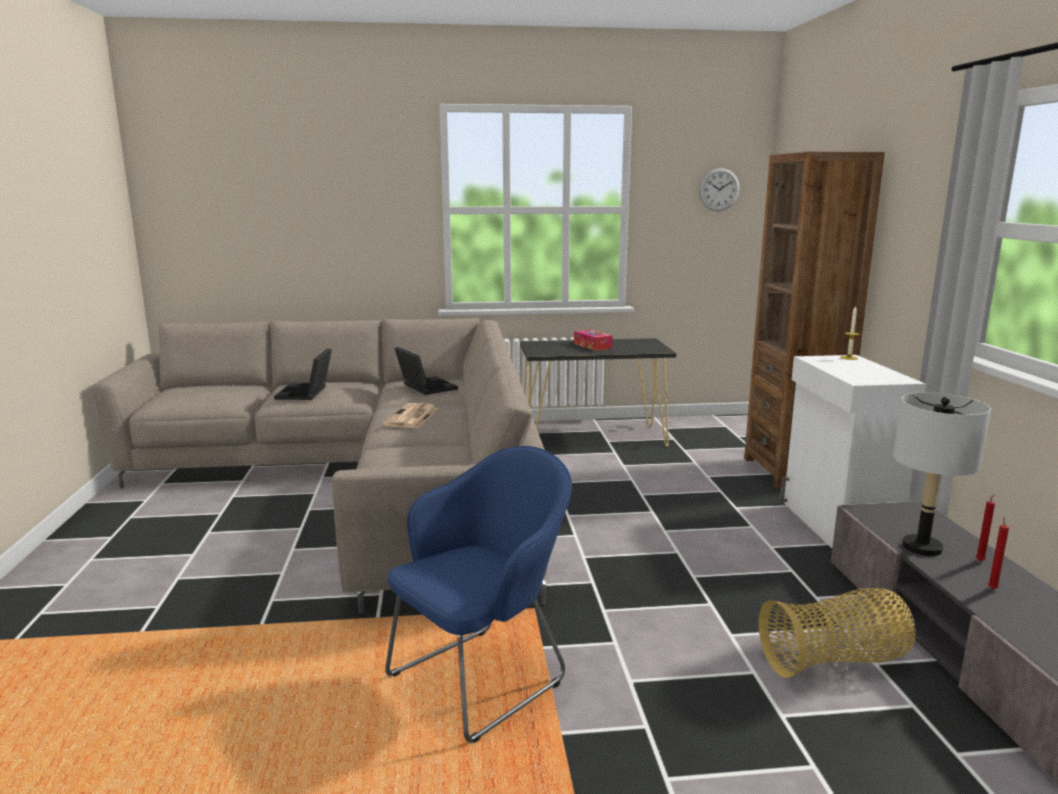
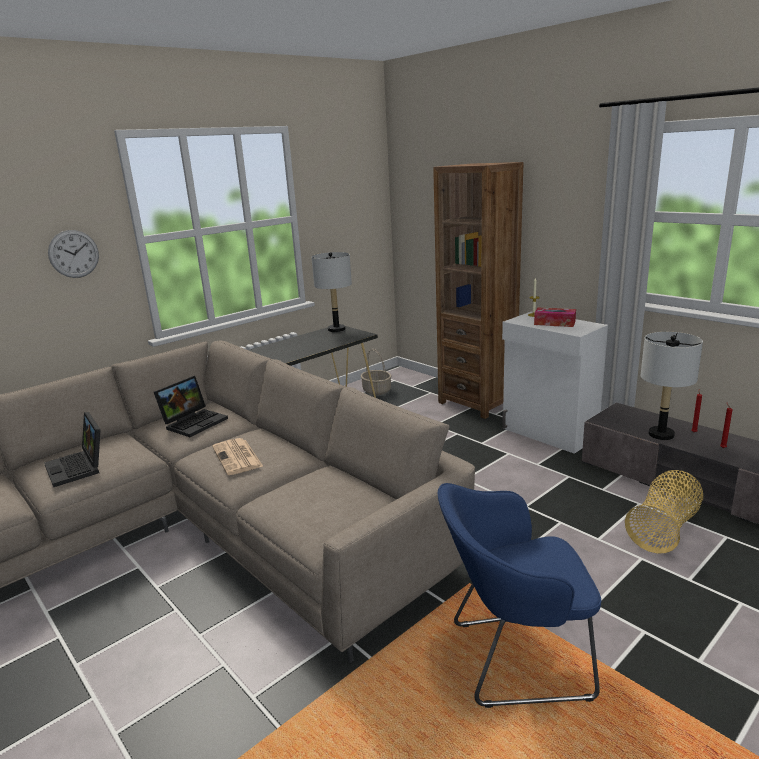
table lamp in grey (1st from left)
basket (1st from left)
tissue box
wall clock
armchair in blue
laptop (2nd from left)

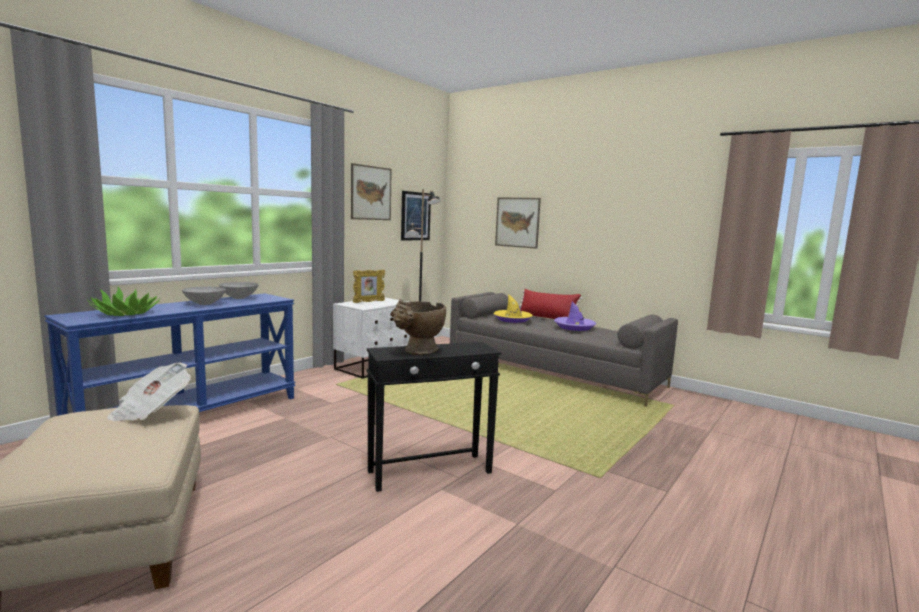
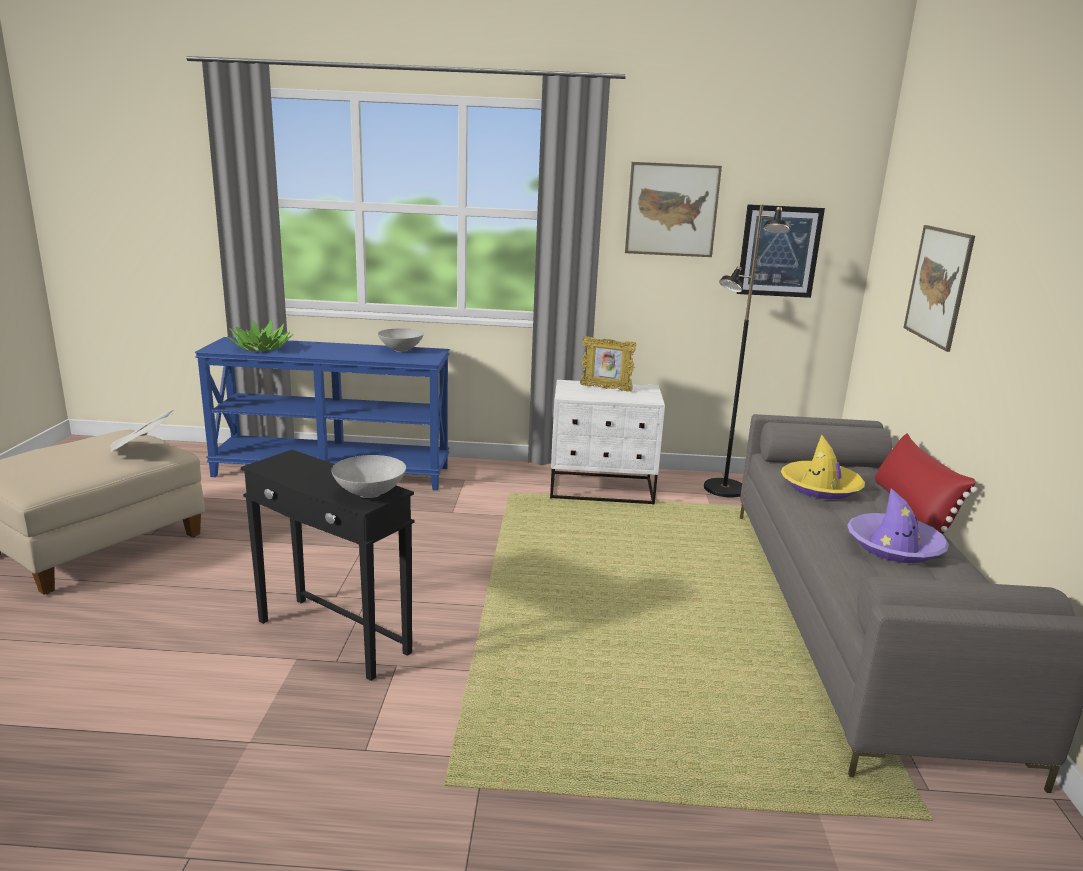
vase in beige
bowl in grey (1st from left)

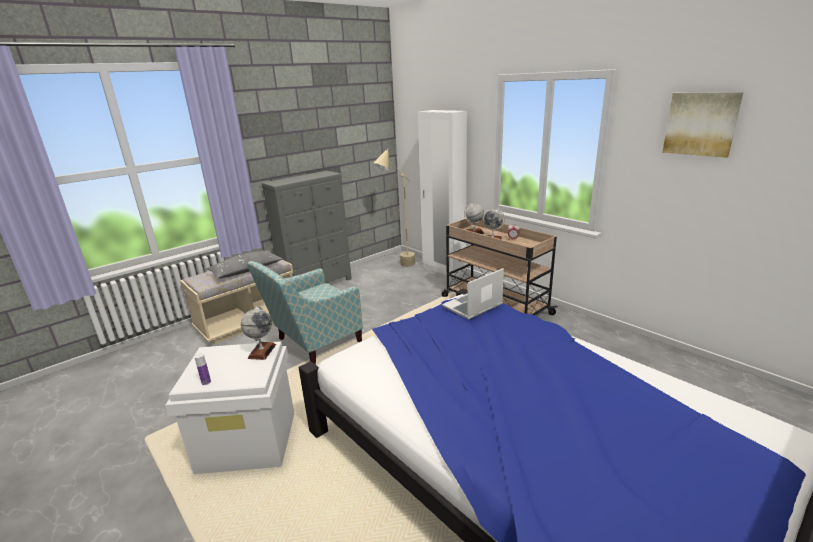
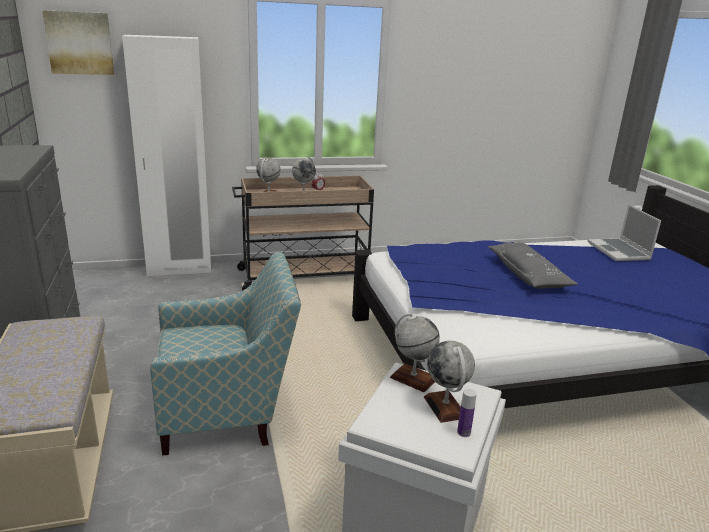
floor lamp in beige
globe (4th from left)
pillow in grey
laptop
picture
armchair

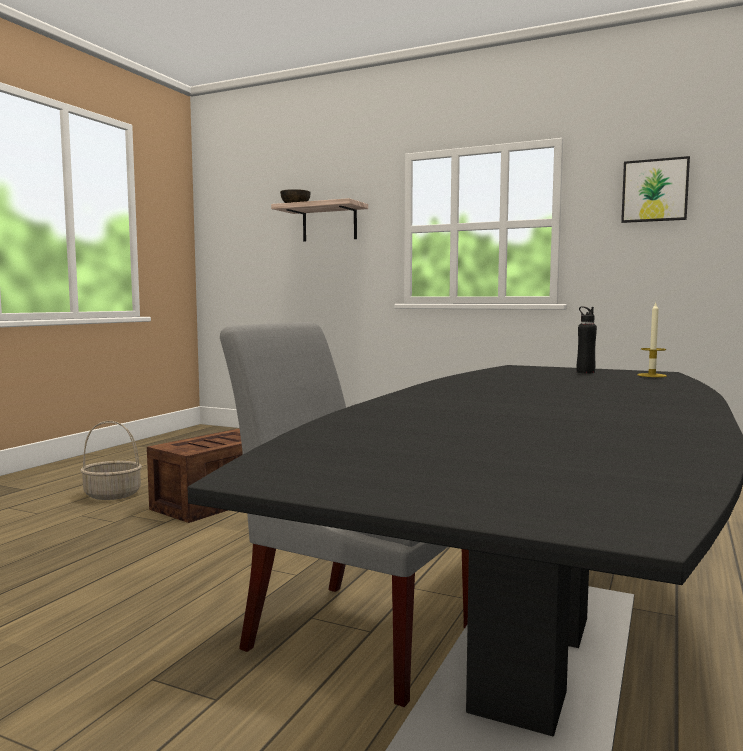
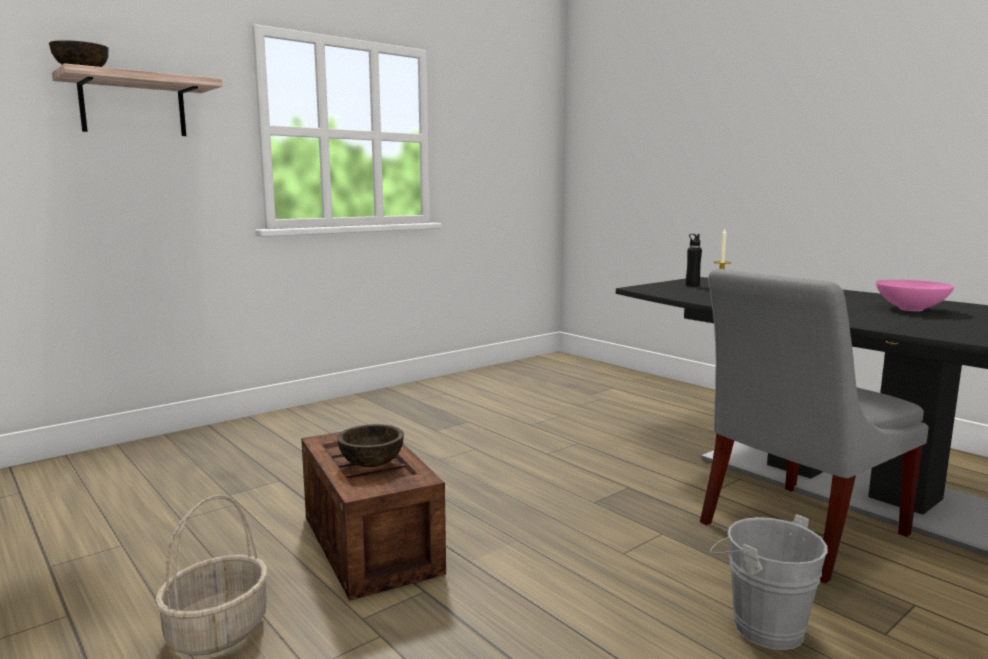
picture
bowl in brown (2nd from left)
bucket in grey
bowl in pink

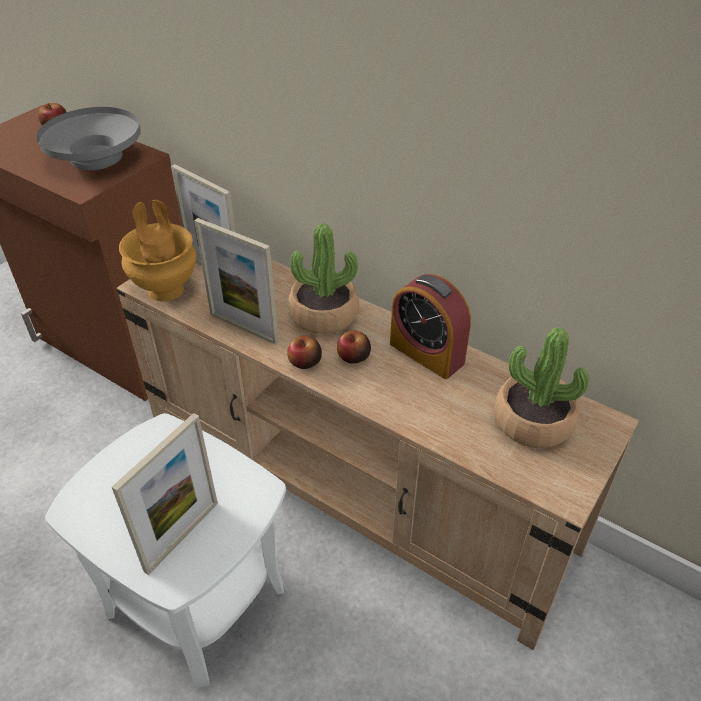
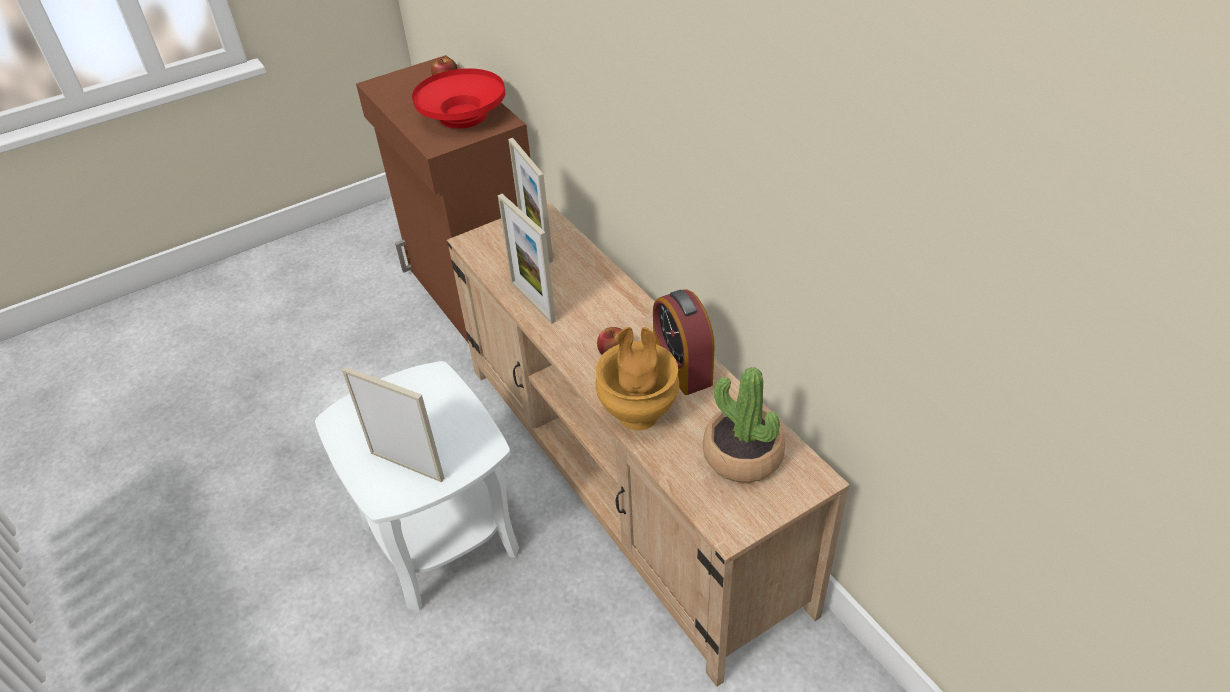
apple (2nd from left in the first image)
potted plant (1st from left in the first image)
vase in brown
bowl in red
picture frame (1st from left)

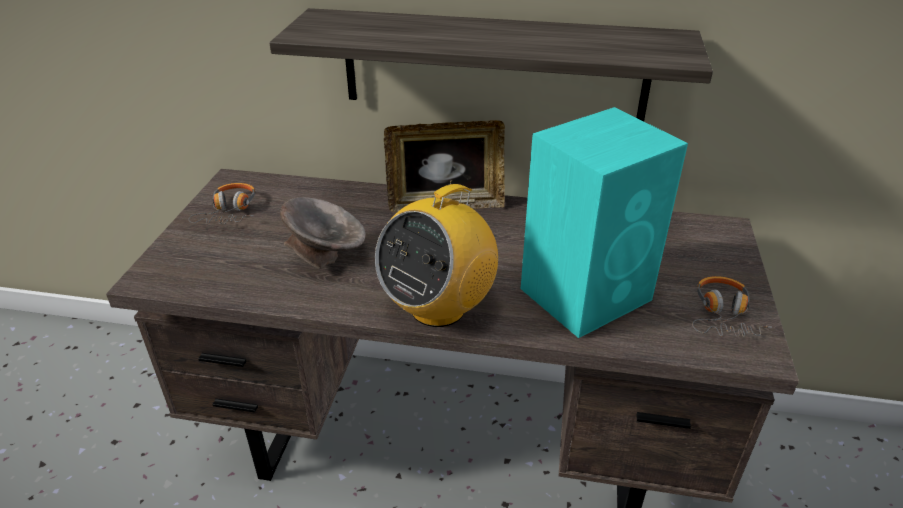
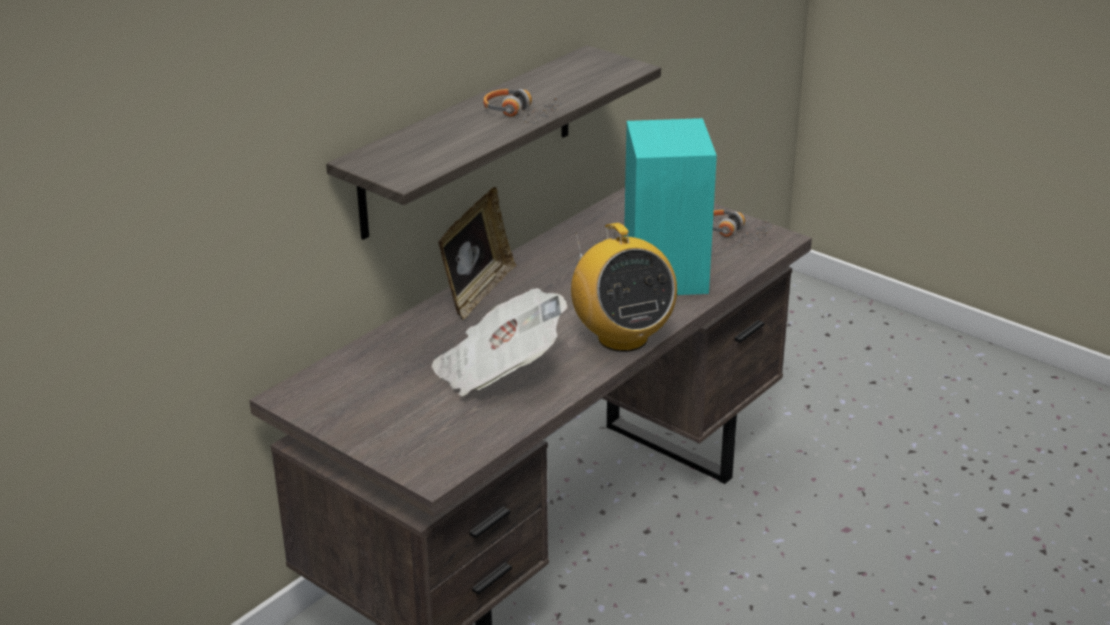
headphones (1st from left)
newspaper

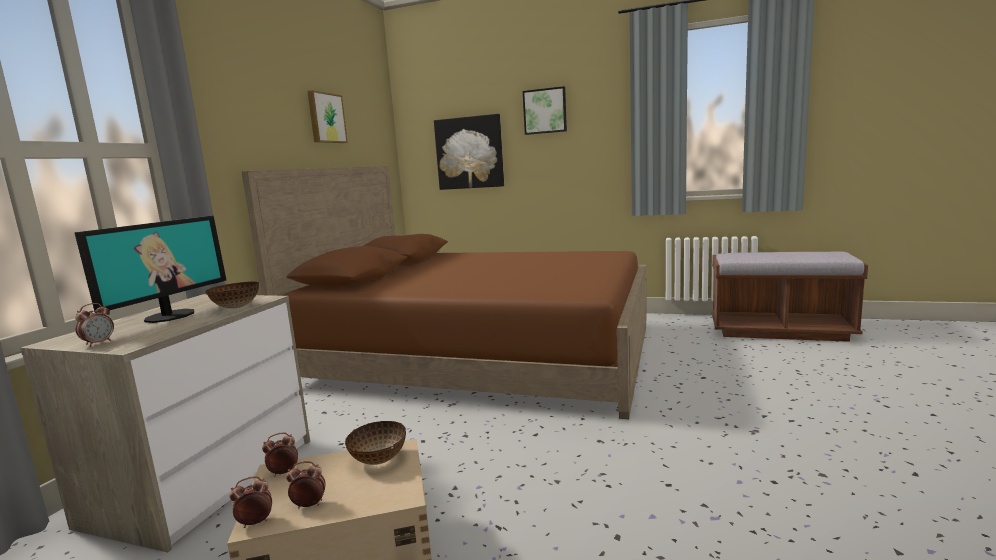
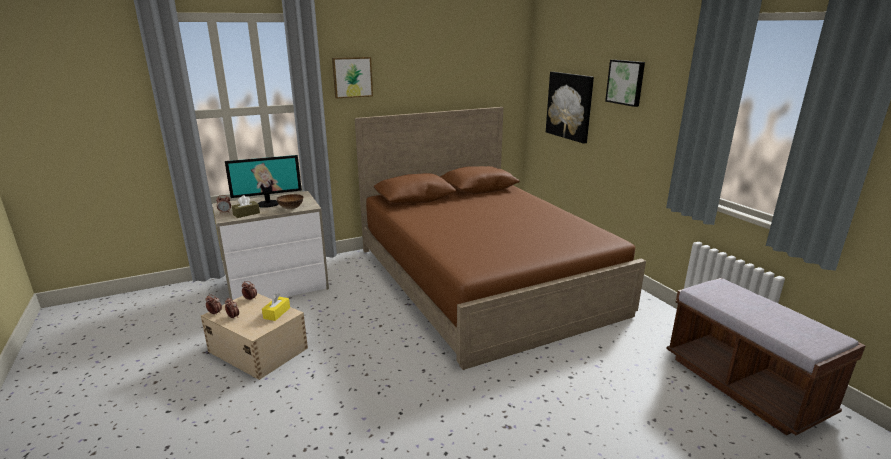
tissue box in brown
picture (1st from left)
tissue box in yellow

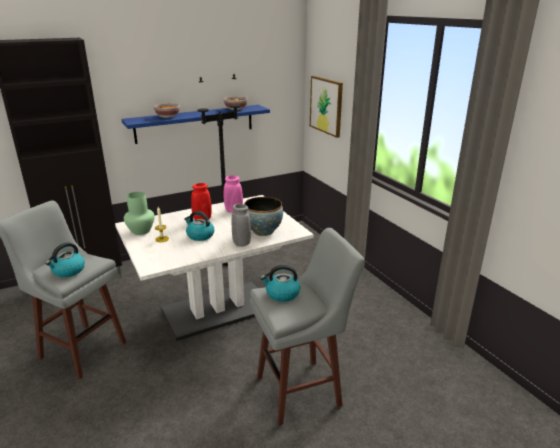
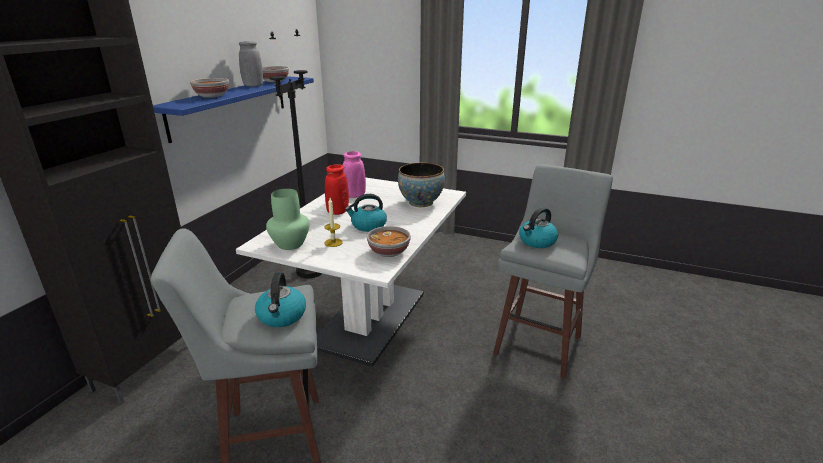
picture
bowl (3rd from left)
vase in grey

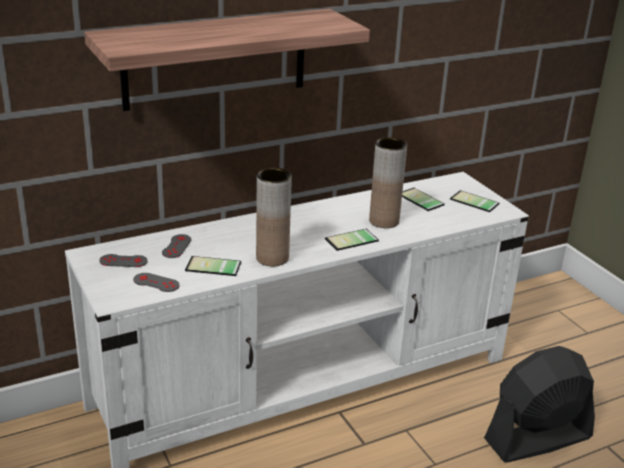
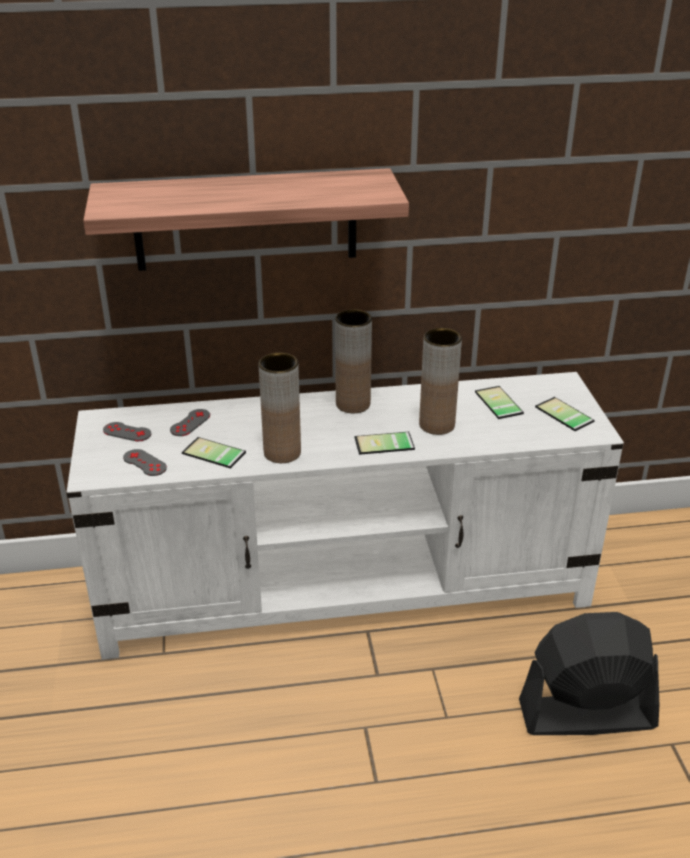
vase in brown (2nd from left)

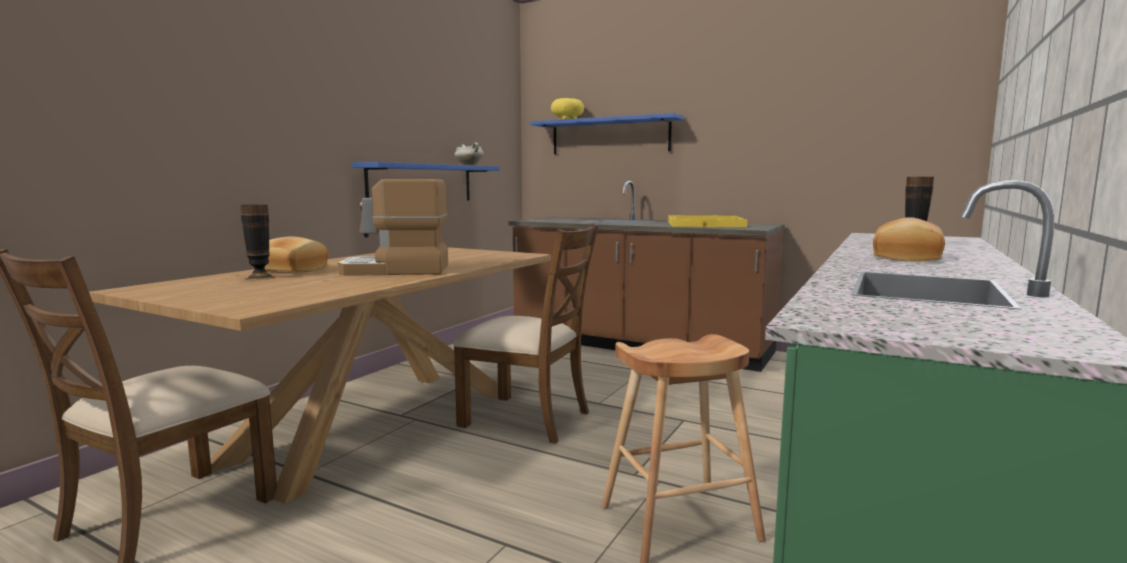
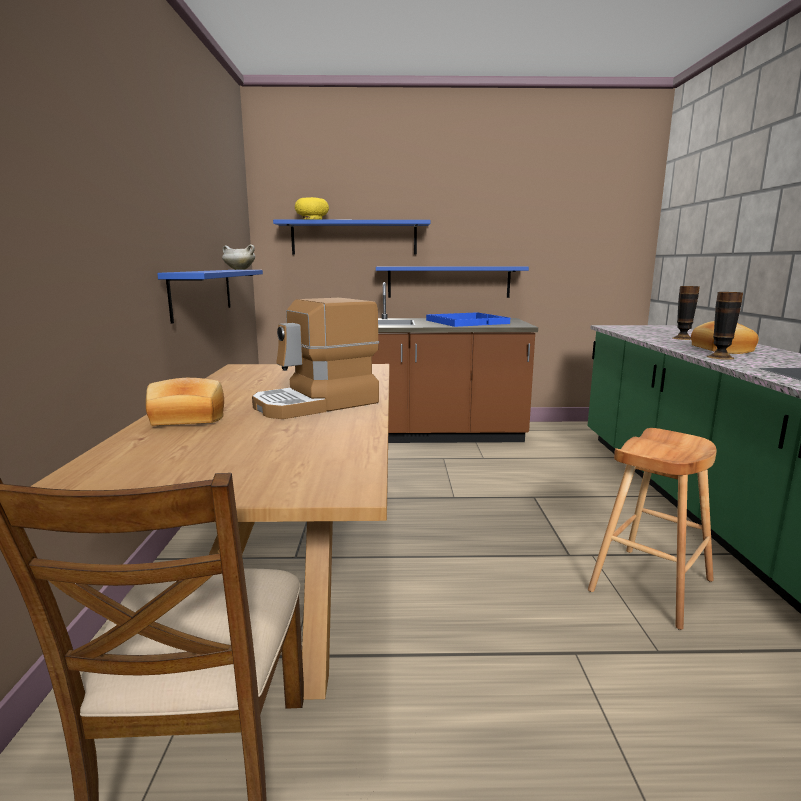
chair in brown (2nd from left in the first image)
shelf in blue (3rd from left)
vase (2nd from left)
tray in blue

